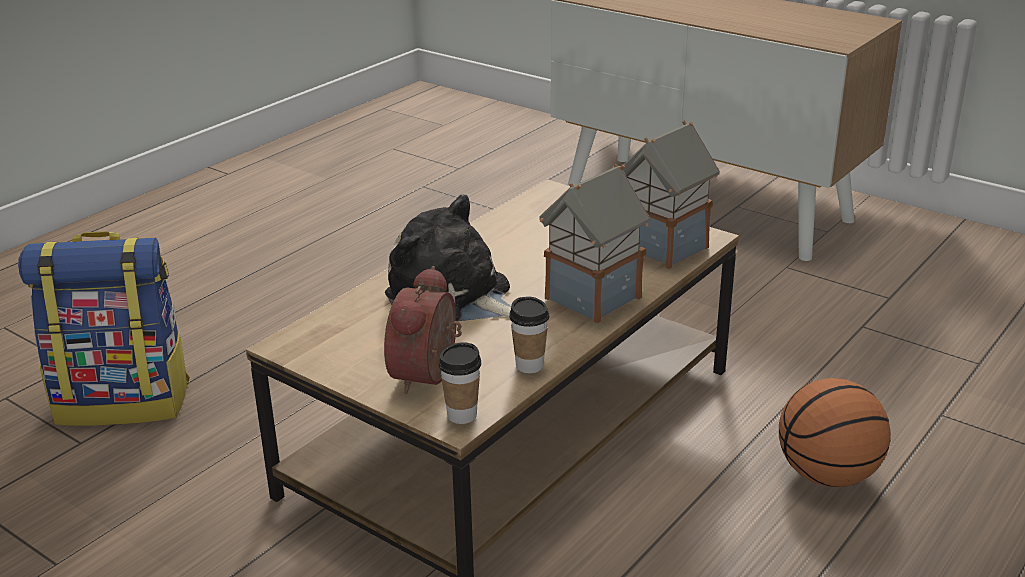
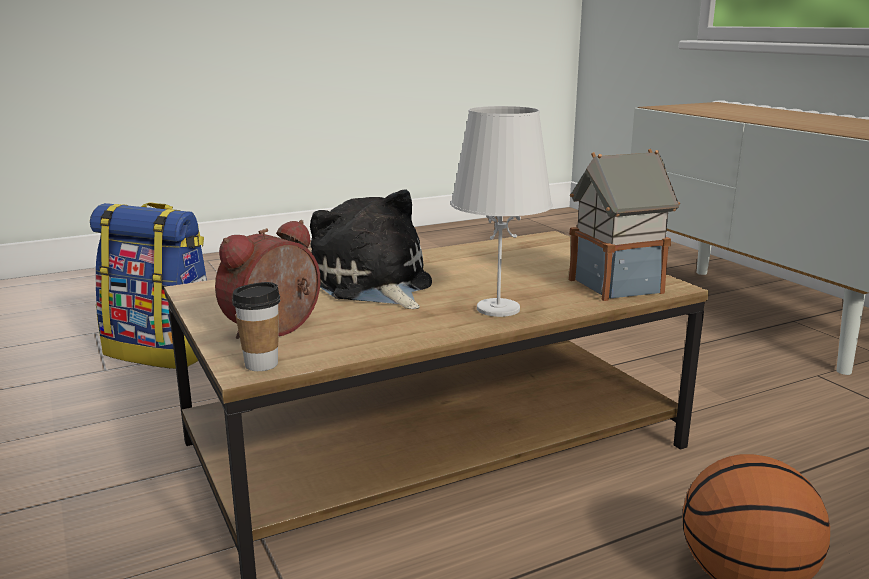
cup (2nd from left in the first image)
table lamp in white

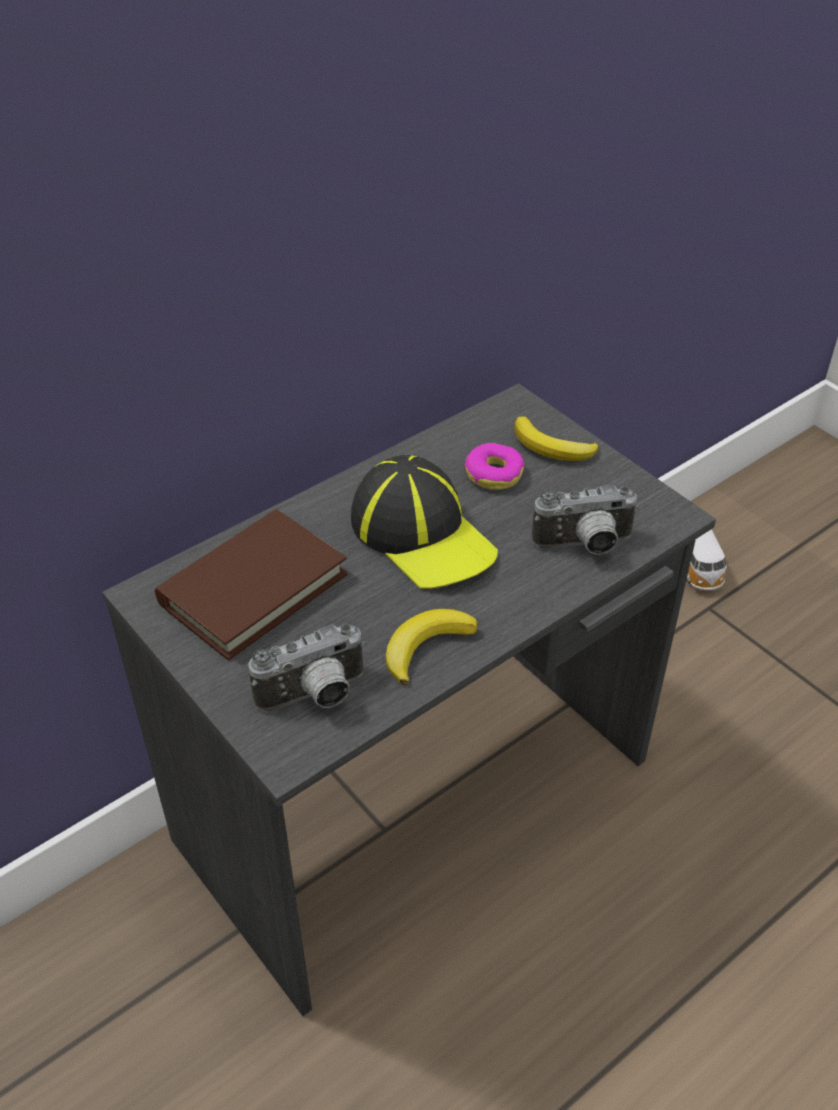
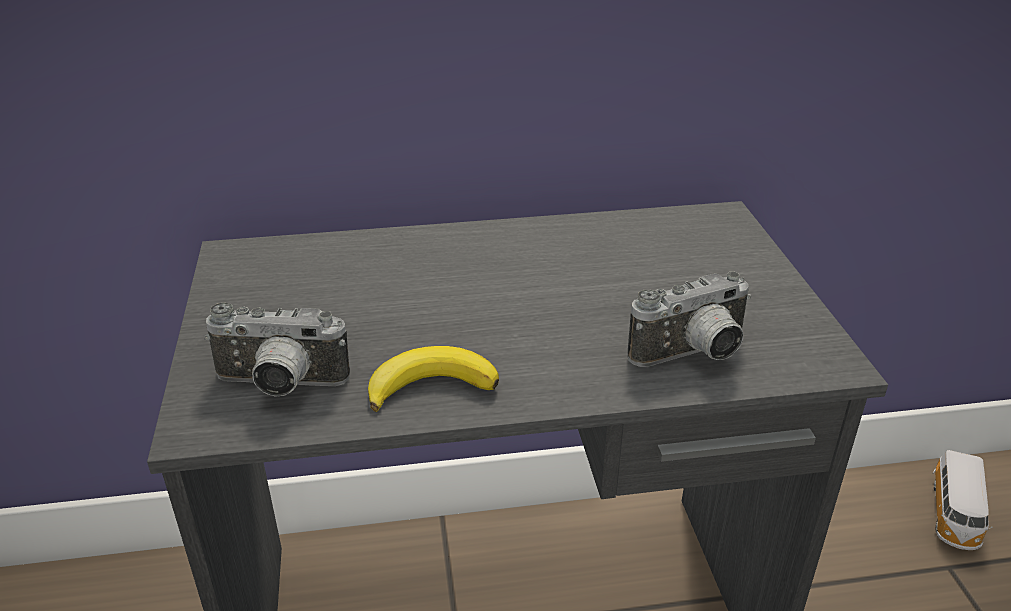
book in brown
cap
donut
banana (2nd from left in the first image)
photo camera (2nd from left)

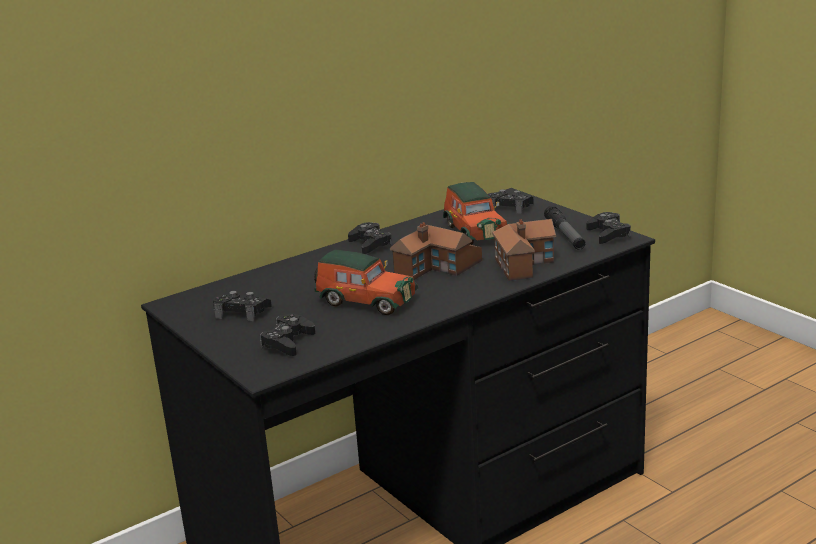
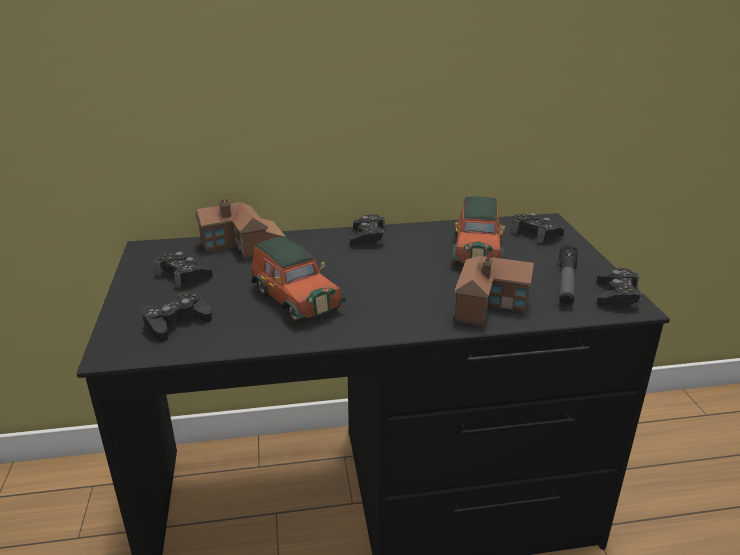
toy house (1st from left)

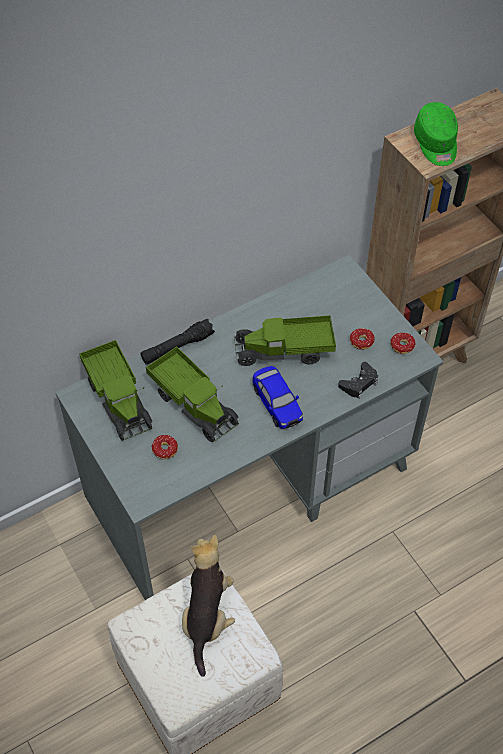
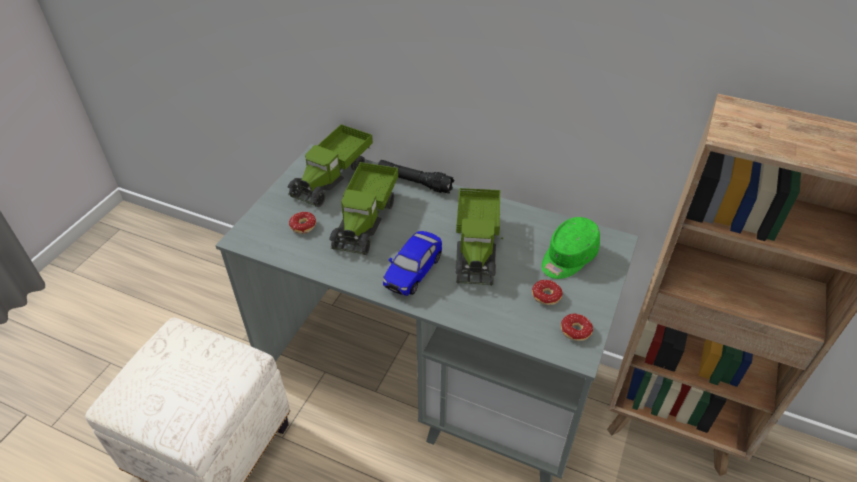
plush toy
game controller in black
cap in green
toy truck (3rd from left)

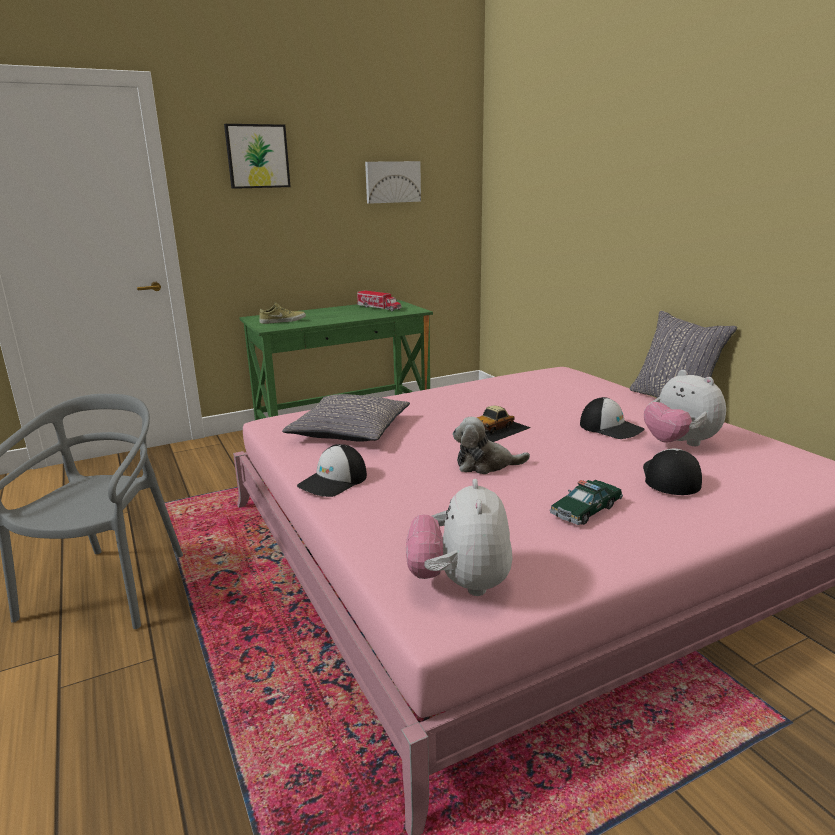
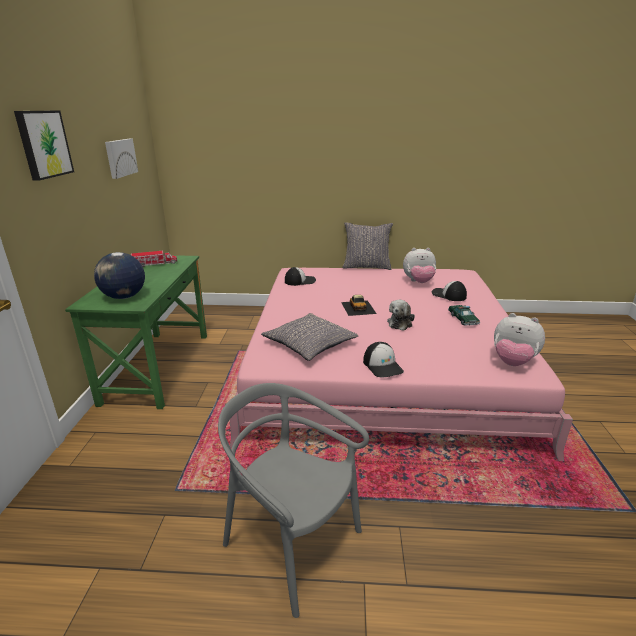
cap (1st from left)
globe

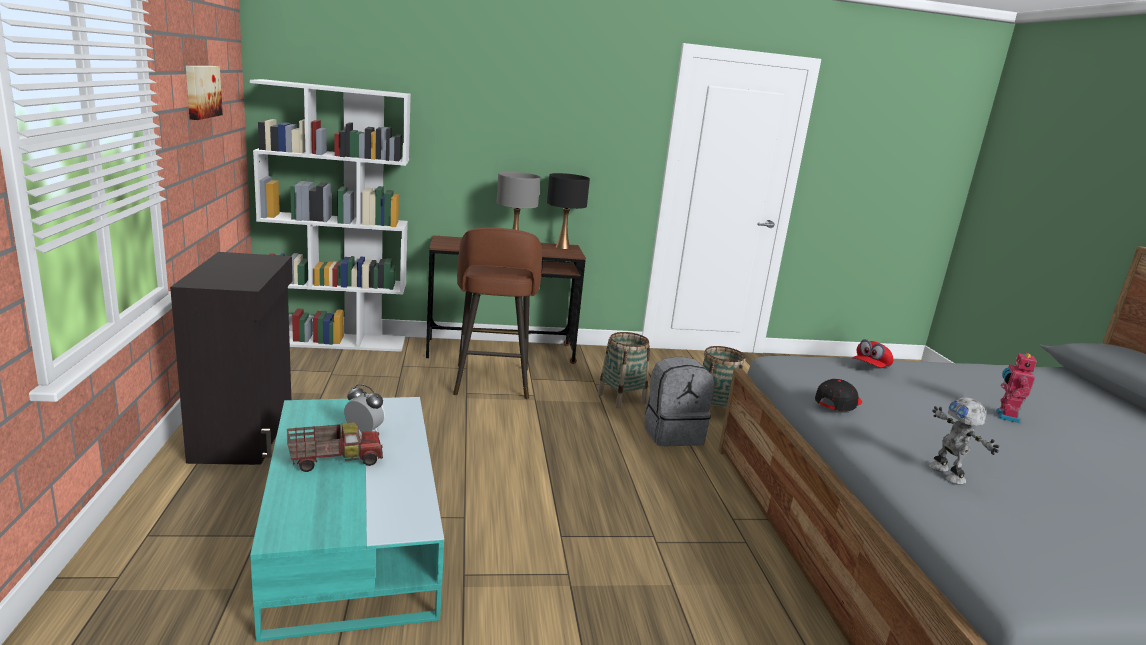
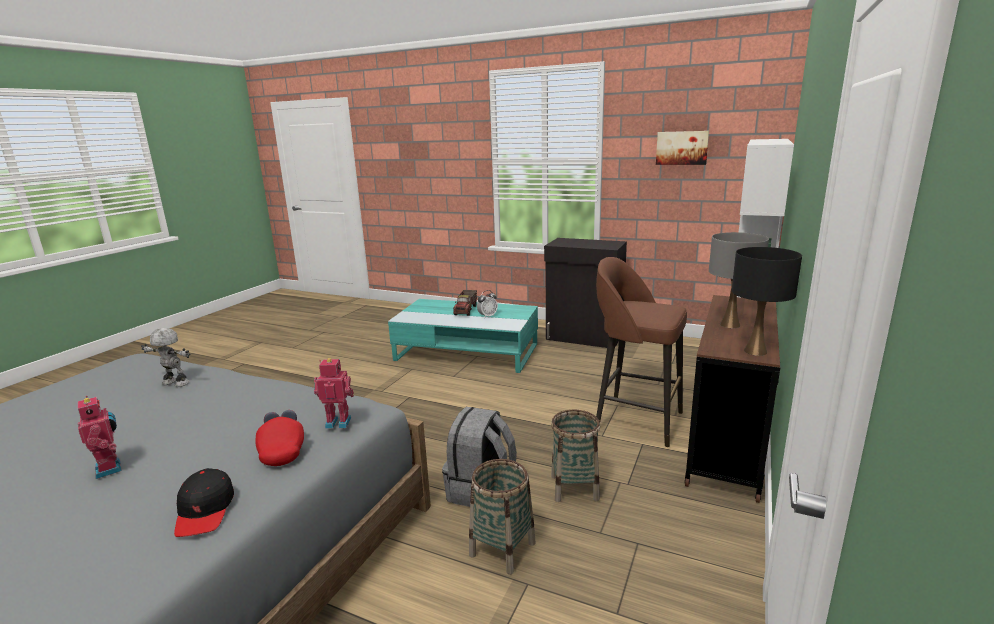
toy robot (3rd from left)
cap in black

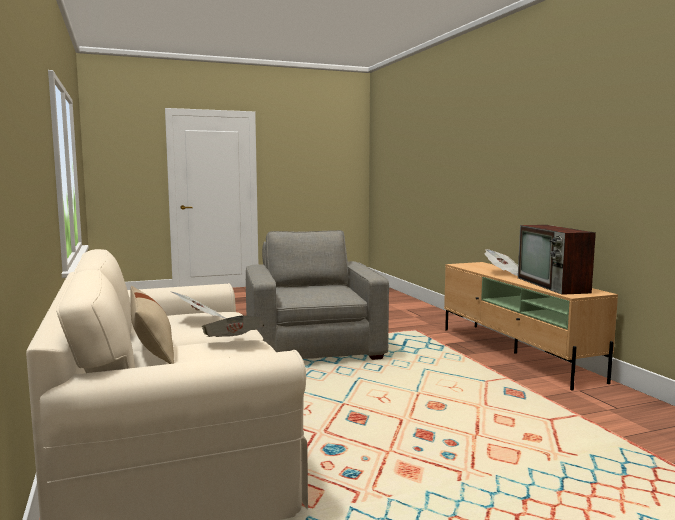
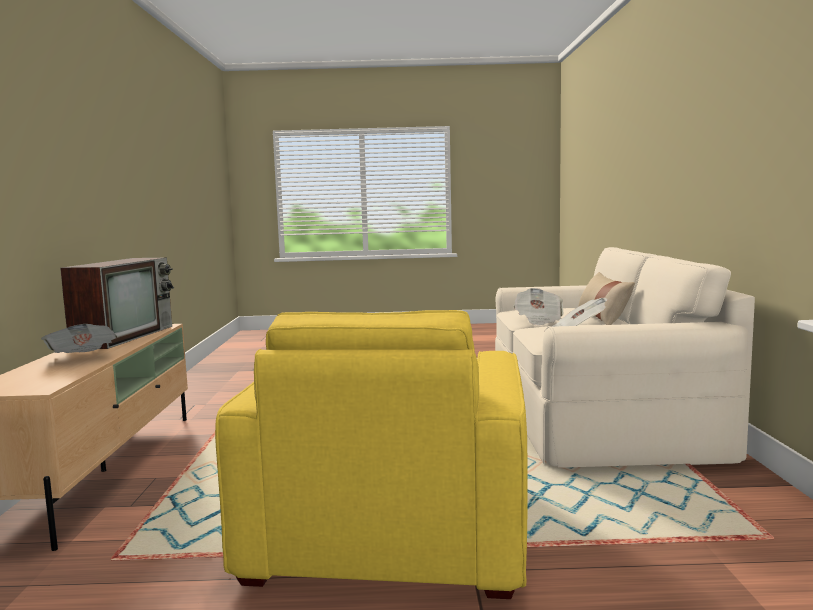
armchair in yellow

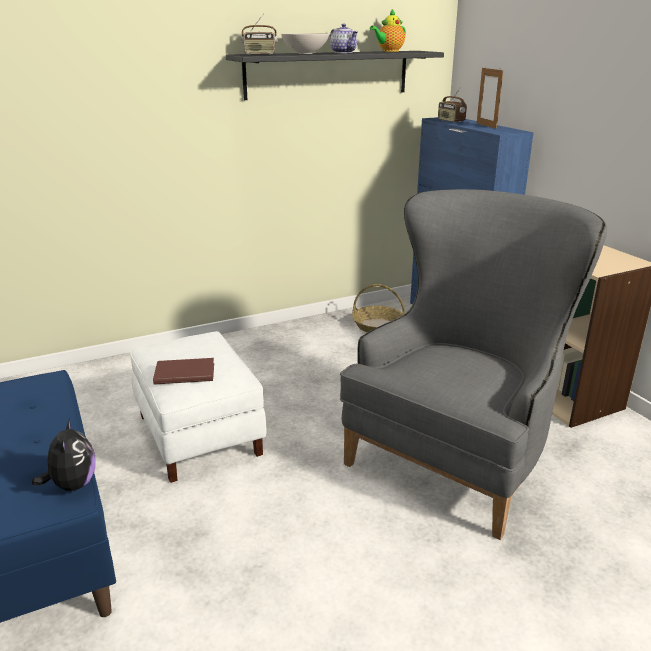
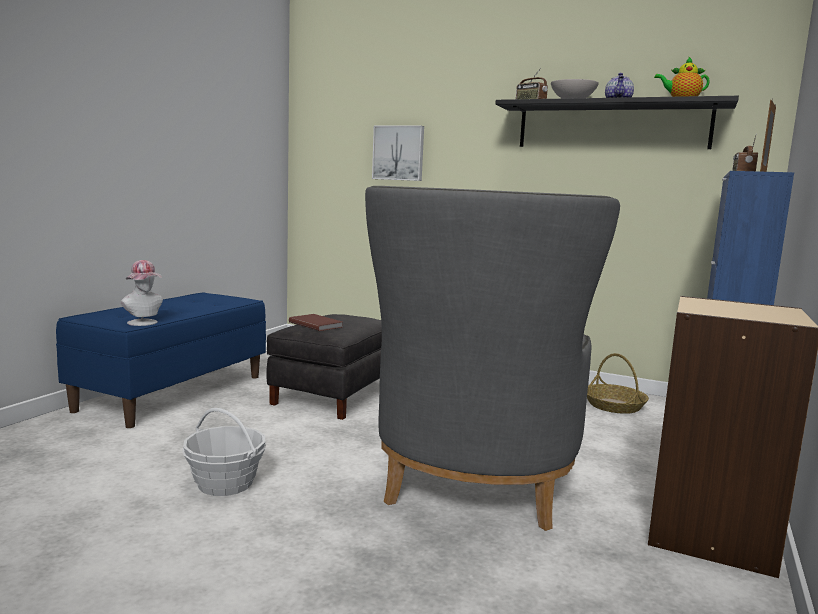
basket (1st from left)
picture
hat
ottoman in black
armchair in grey

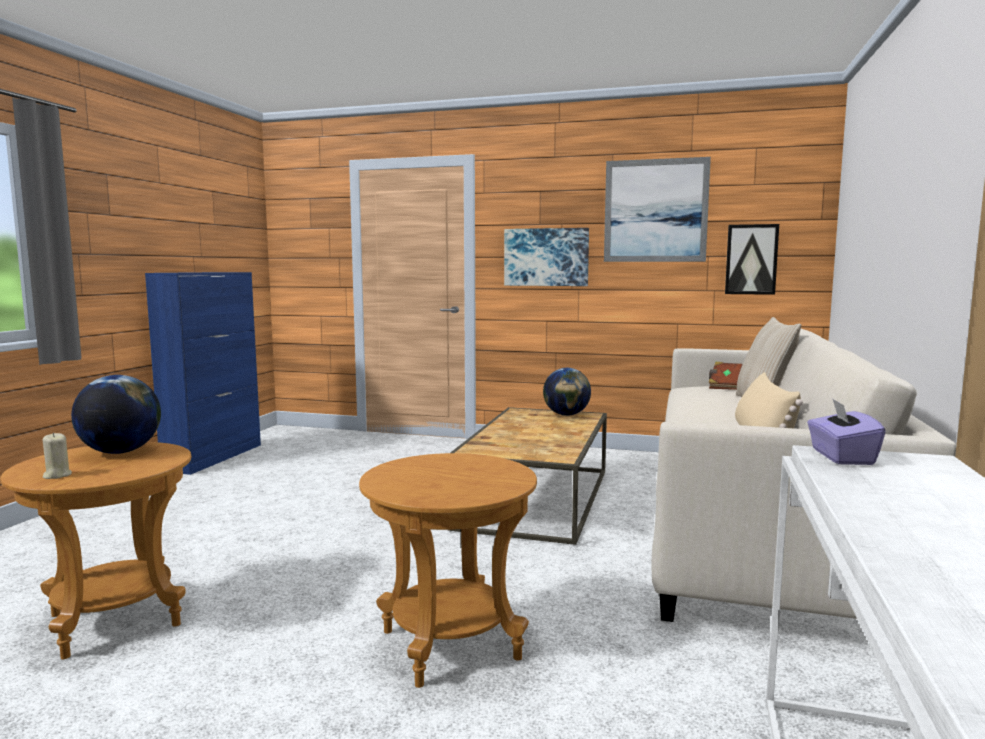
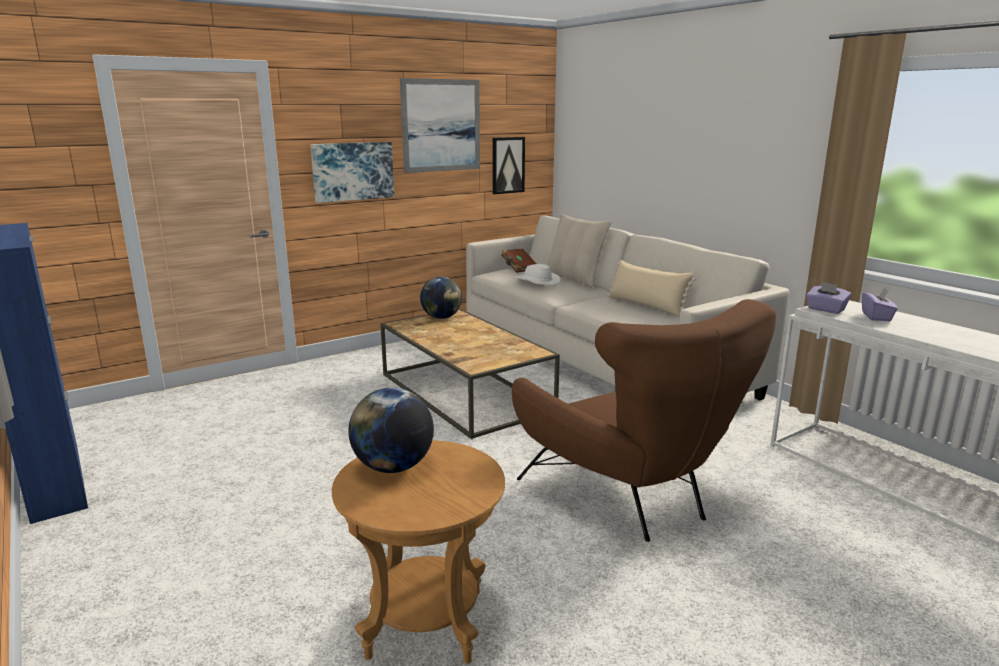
candle in beige
hat in white
tissue box in purple (2nd from left)
armchair in brown

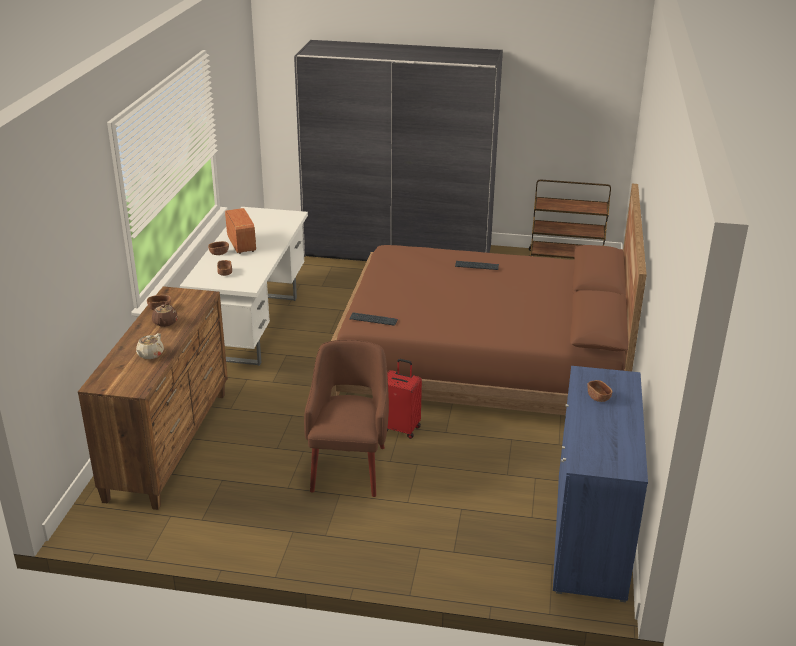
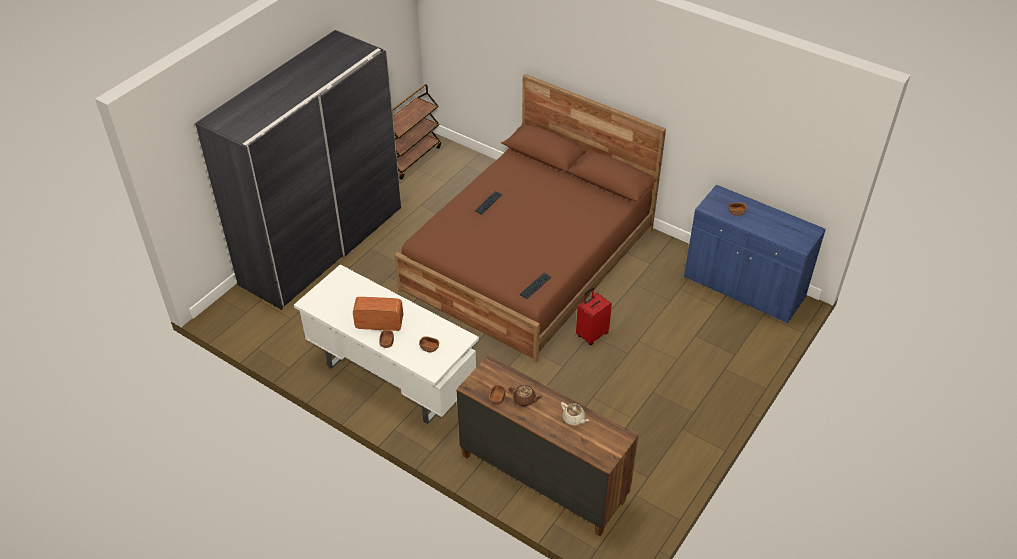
armchair in brown

